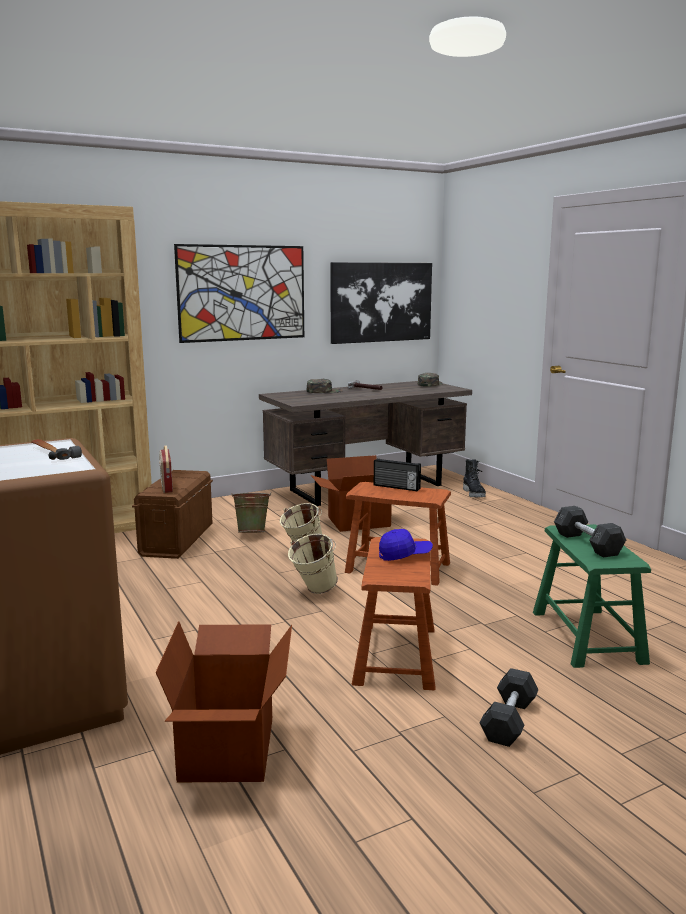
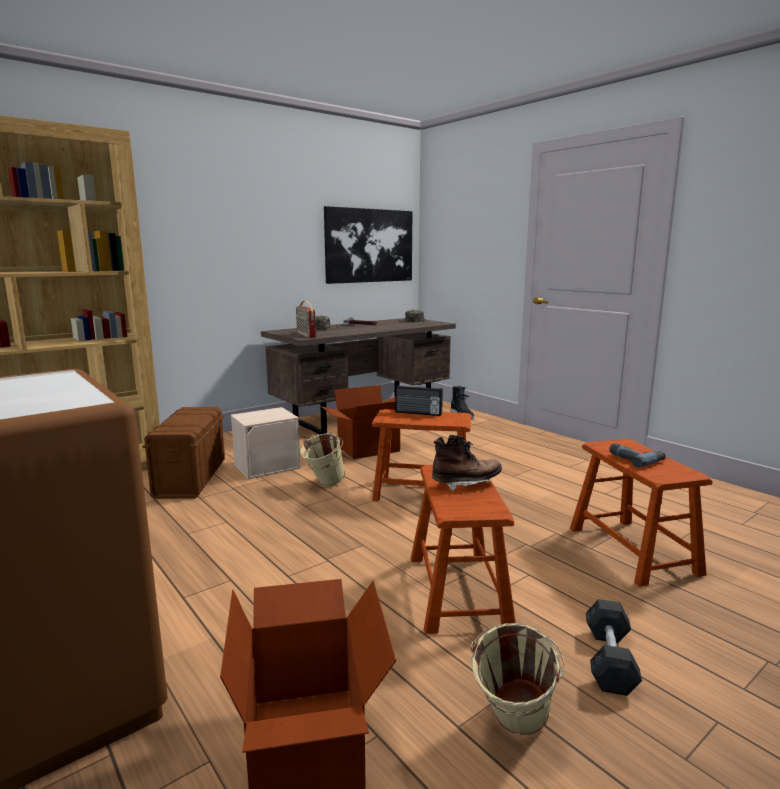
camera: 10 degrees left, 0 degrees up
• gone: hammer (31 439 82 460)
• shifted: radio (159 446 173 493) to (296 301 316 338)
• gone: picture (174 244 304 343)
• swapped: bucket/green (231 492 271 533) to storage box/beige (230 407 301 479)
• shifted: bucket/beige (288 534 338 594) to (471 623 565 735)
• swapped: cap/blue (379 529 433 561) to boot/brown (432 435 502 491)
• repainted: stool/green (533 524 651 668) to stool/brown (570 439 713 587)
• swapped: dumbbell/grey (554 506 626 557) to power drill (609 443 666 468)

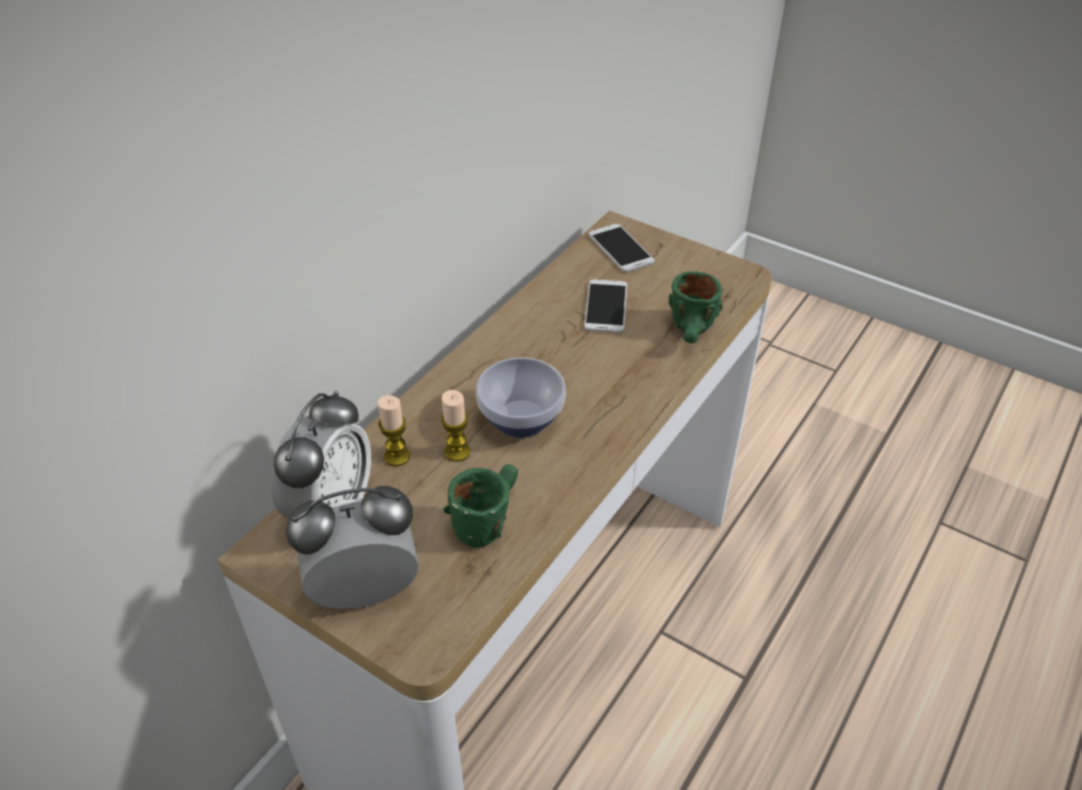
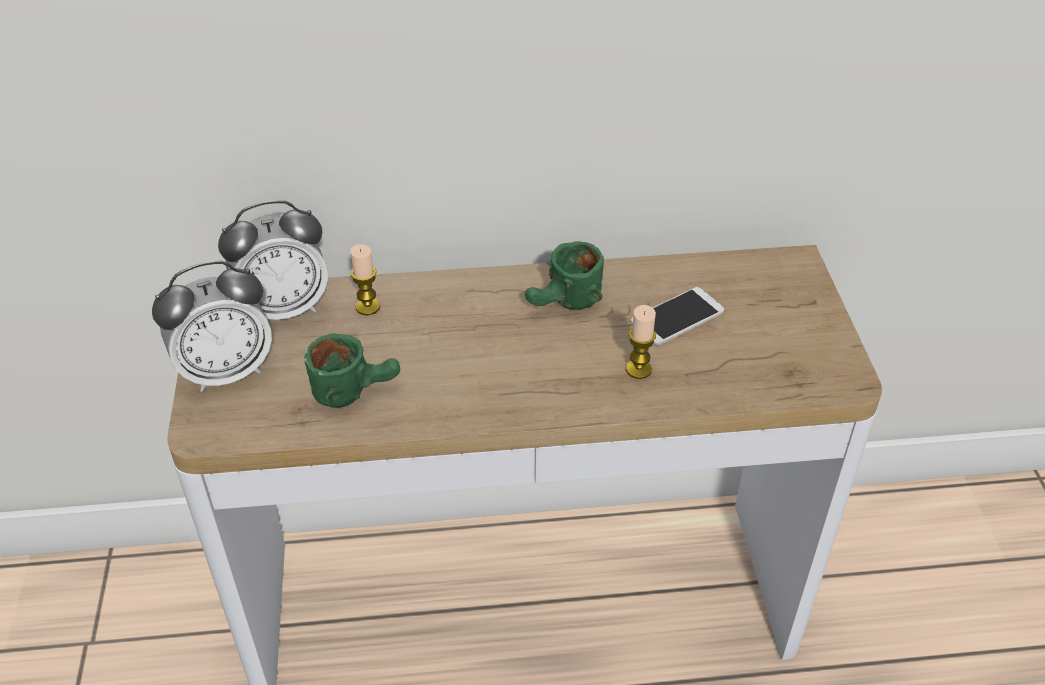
camera: 50 degrees right, 0 degrees up
• rotated: alarm clock (286 486 419 609) = (152 261 272 392) 120 degrees clockwise
• shifted: candle (441 390 470 462) to (626 305 656 379)
• gone: bowl (476 357 566 438)
• gone: phone (589 224 655 272)
• shifted: mug/green (669 271 723 343) to (525 241 604 310)

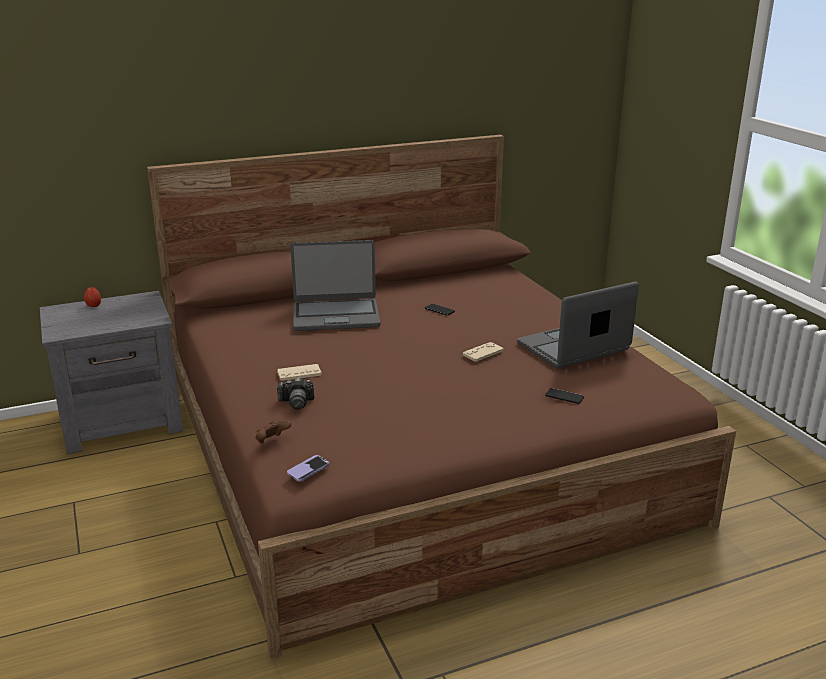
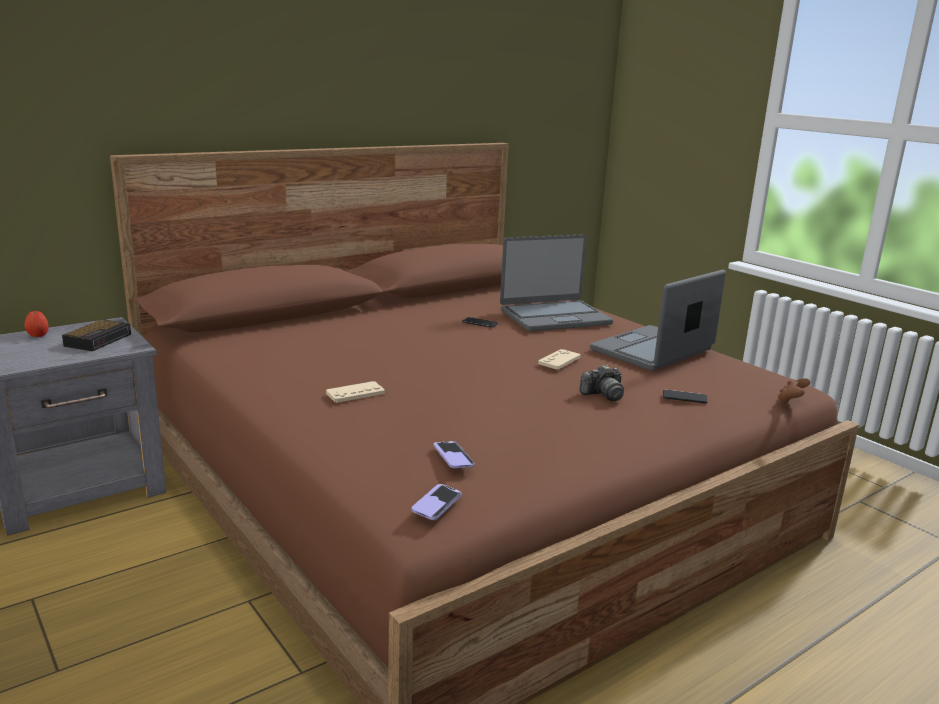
camera: 15 degrees left, 5 degrees down
• shifted: game controller/brown (256 420 291 443) to (778 378 810 404)
• shifted: photo camera (276 377 314 410) to (580 365 624 401)
• shifted: laptop (290 240 380 331) to (500 234 613 332)
• new: alarm clock (62 319 131 351)
• new: phone (433 441 475 468)

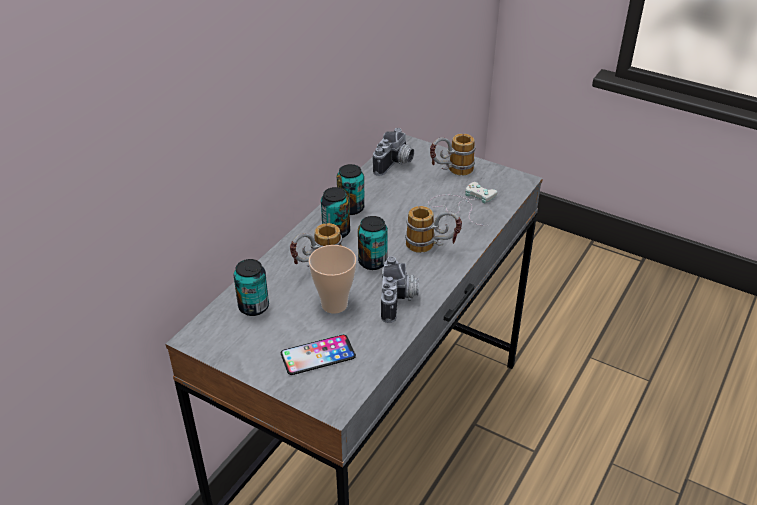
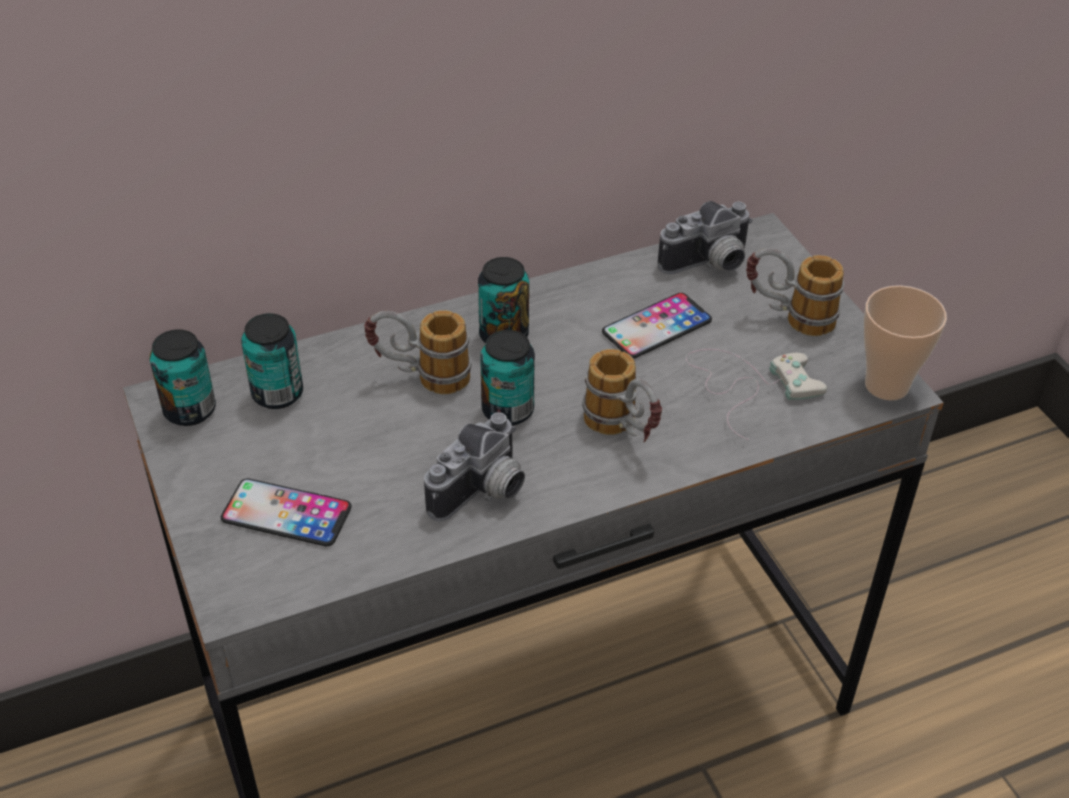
camera: 35 degrees right, 5 degrees up
• shifted: cup (309 245 357 314) to (864 285 947 400)
• shifted: can (337 164 365 215) to (149 329 216 426)
• new: phone (602 293 712 359)

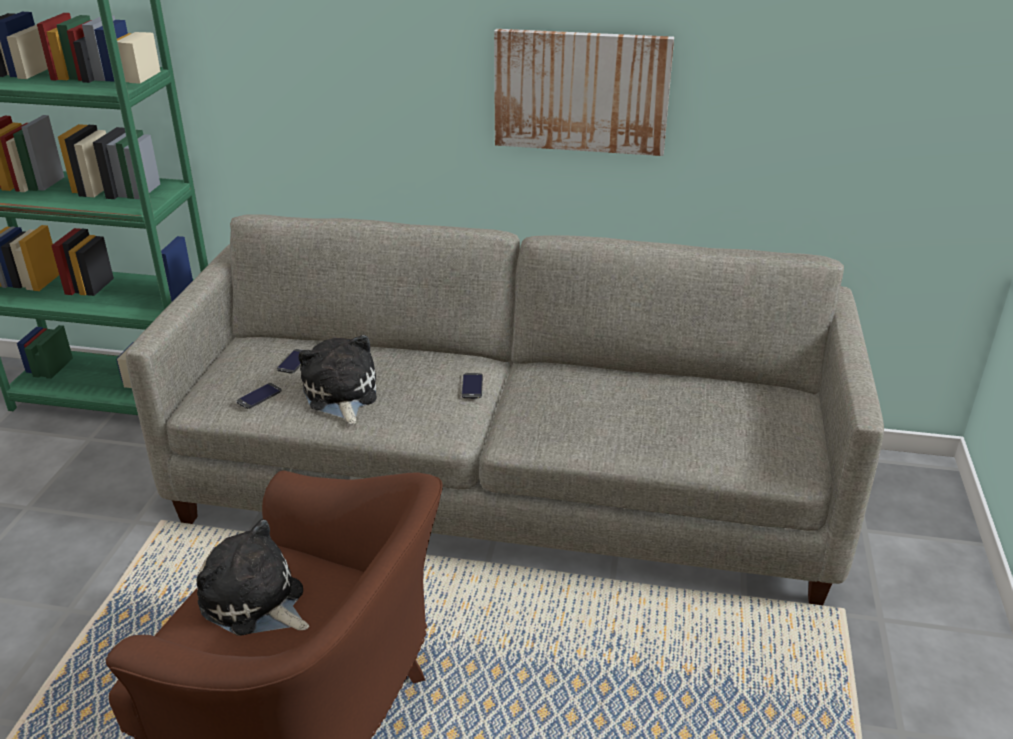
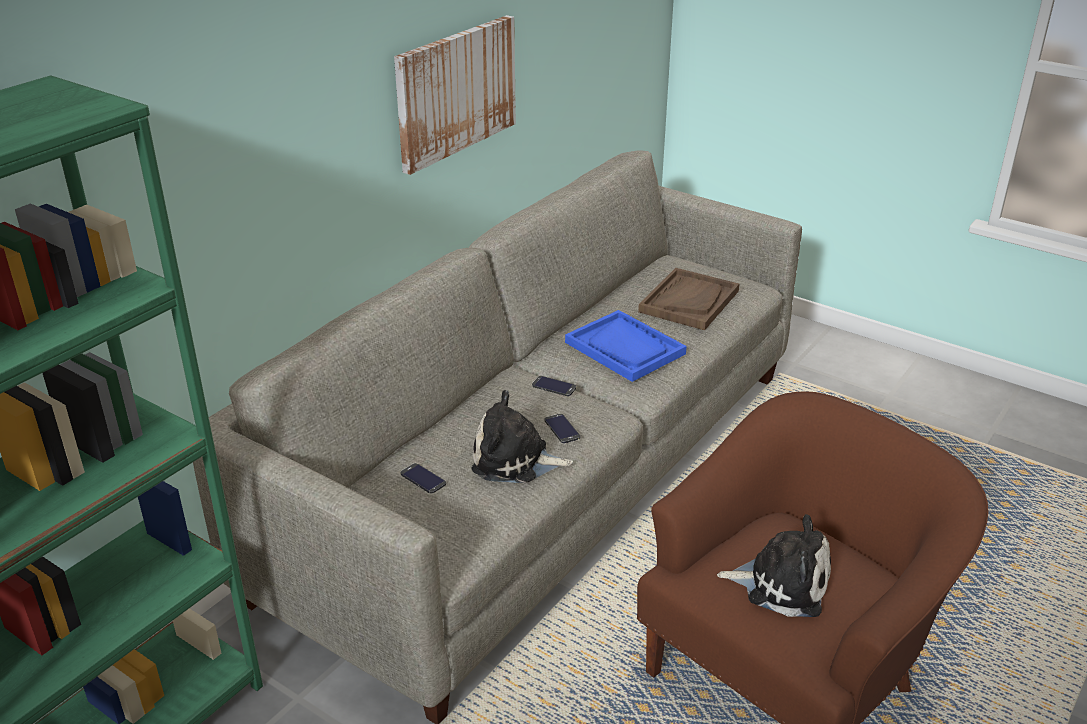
camera: 65 degrees left, 0 degrees up
• rotated: plush toy (197 519 309 636) = (717 514 831 617) 135 degrees counterclockwise
• shifted: phone (237 383 282 409) to (544 414 580 443)
• new: tray/blue (565 310 687 382)
• new: tray/brown (638 268 739 330)

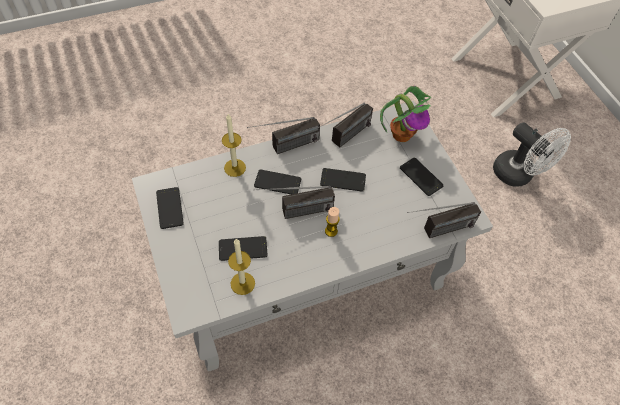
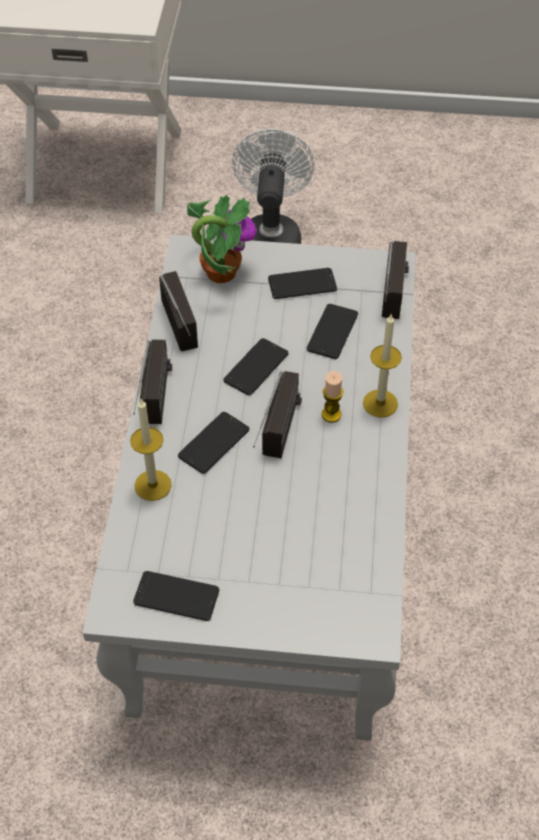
camera: 60 degrees left, 5 degrees down
• shifted: phone (219 236 268 261) to (306 304 358 359)
• shifted: candle (228 239 255 295) to (363 313 402 417)
• rotated: fan/white (493 122 571 187) = (232 128 314 244) 75 degrees counterclockwise

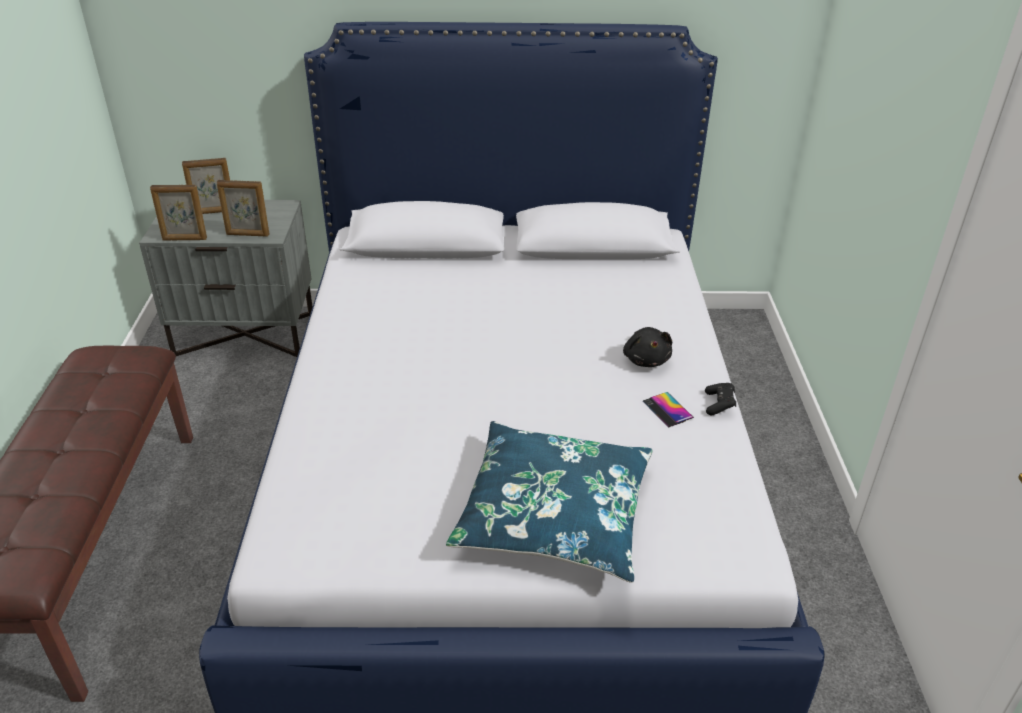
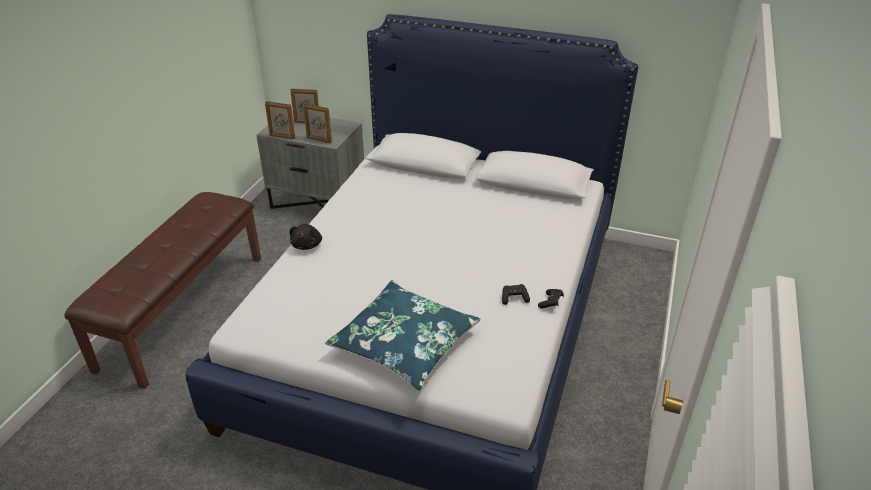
camera: 20 degrees right, 0 degrees up
• shifted: plush toy/black (623 327 672 367) to (290 224 322 250)
• swapped: phone (643 392 694 427) to game controller/black (502 284 530 305)

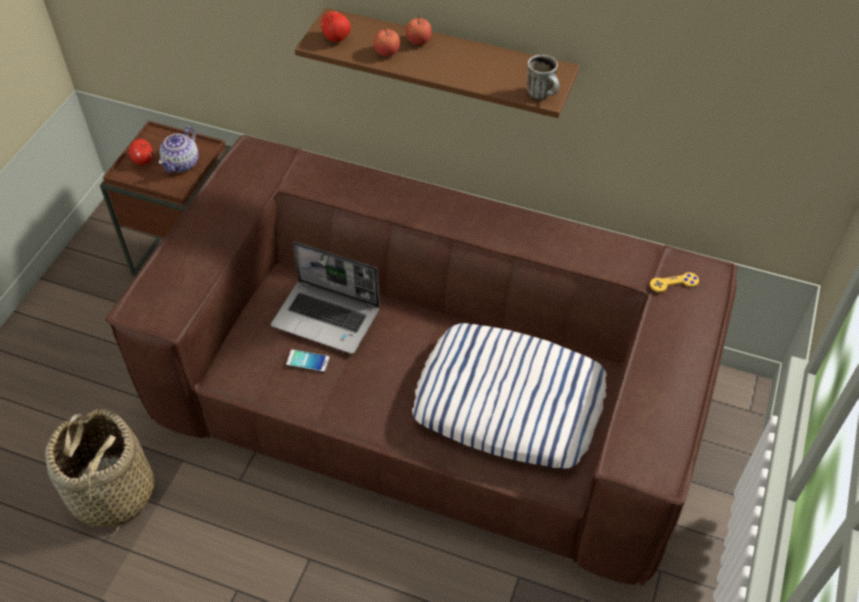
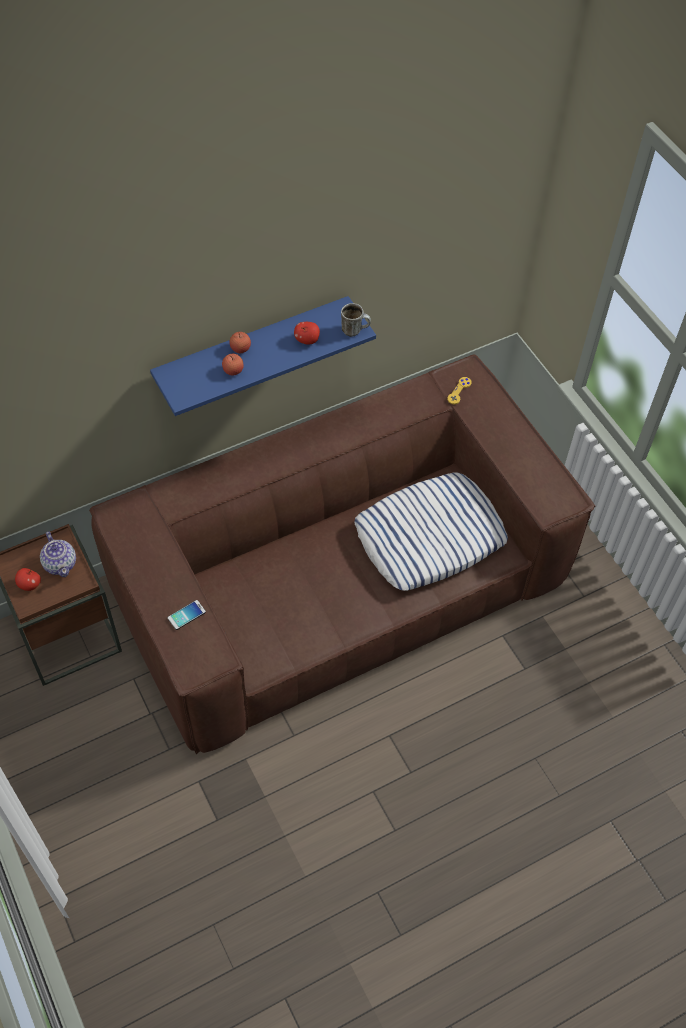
camera: 50 degrees left, 5 degrees up
• gone: basket (45 409 154 537)
• gone: laptop (271 241 380 354)
• shifted: phone (286 349 330 372) to (168 600 206 630)
• repainted: shelf/brown (295 8 580 118) to shelf/blue (150 296 376 416)
• shifted: apple (321 11 351 42) to (294 322 320 345)

